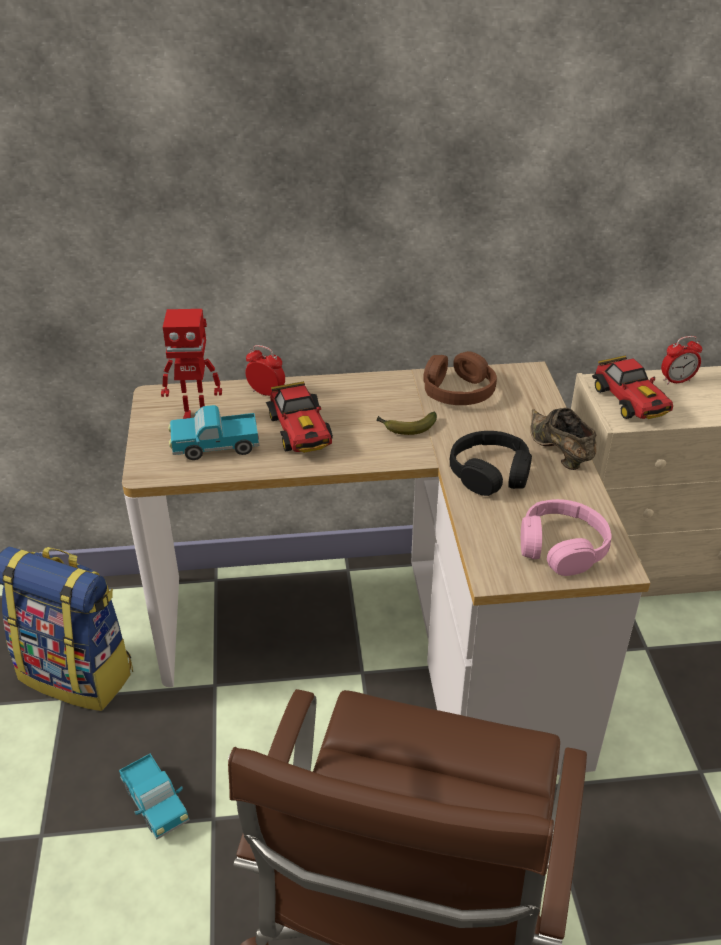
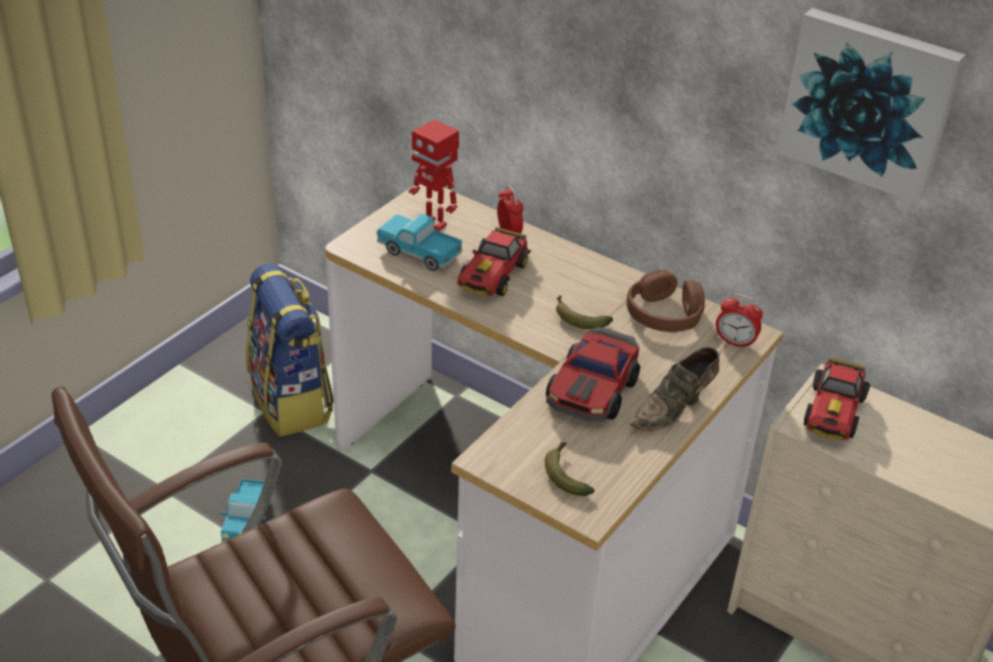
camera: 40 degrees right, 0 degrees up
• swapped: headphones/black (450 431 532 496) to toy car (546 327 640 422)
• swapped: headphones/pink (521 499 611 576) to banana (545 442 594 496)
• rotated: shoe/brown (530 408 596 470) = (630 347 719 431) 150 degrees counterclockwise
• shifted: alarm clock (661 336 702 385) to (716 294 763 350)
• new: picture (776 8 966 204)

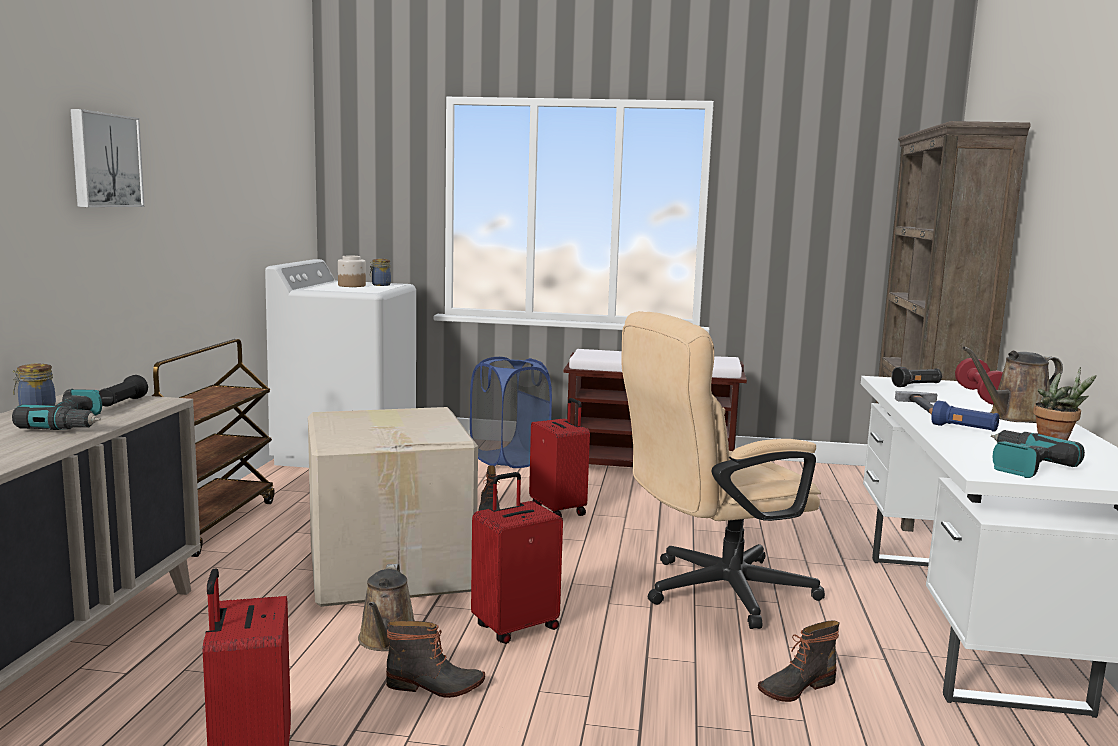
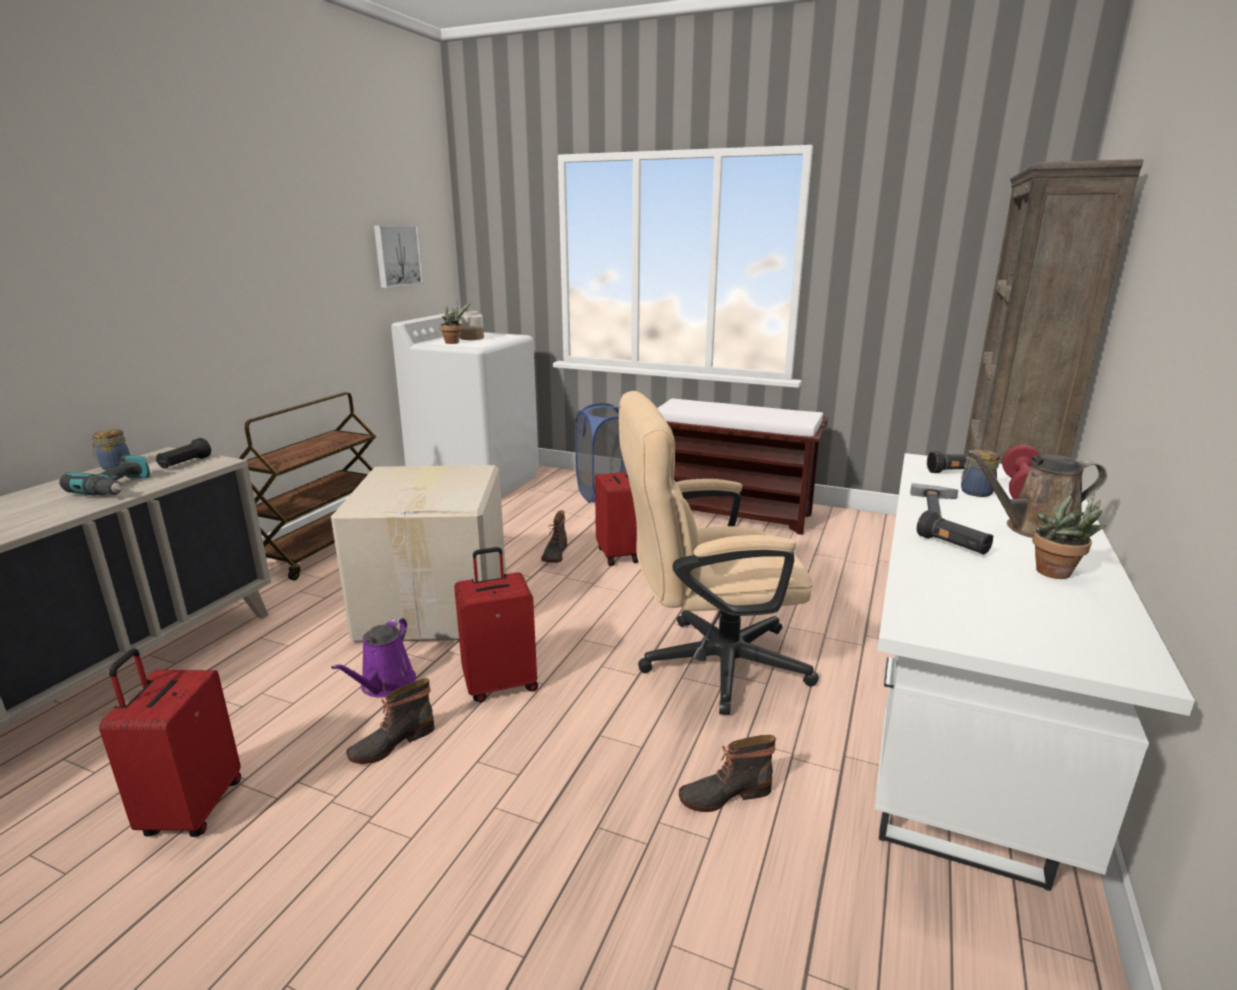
camera: 15 degrees right, 10 degrees up
• shifted: picture (70 109 144 207) to (374 225 423 288)
• repainted: watering can/brown (358 564 415 651) to watering can/purple (331 617 416 698)
• shifted: jar (370 259 391 286) to (961 450 1000 497)
• rotated: boot (386 621 485 698) = (346 678 434 764) 120 degrees clockwise
• repainted: flashlight/blue (932 400 999 432) to flashlight/black (917 510 994 555)
• gone: power drill (991 430 1085 478)
• new: potted plant (440 302 471 344)

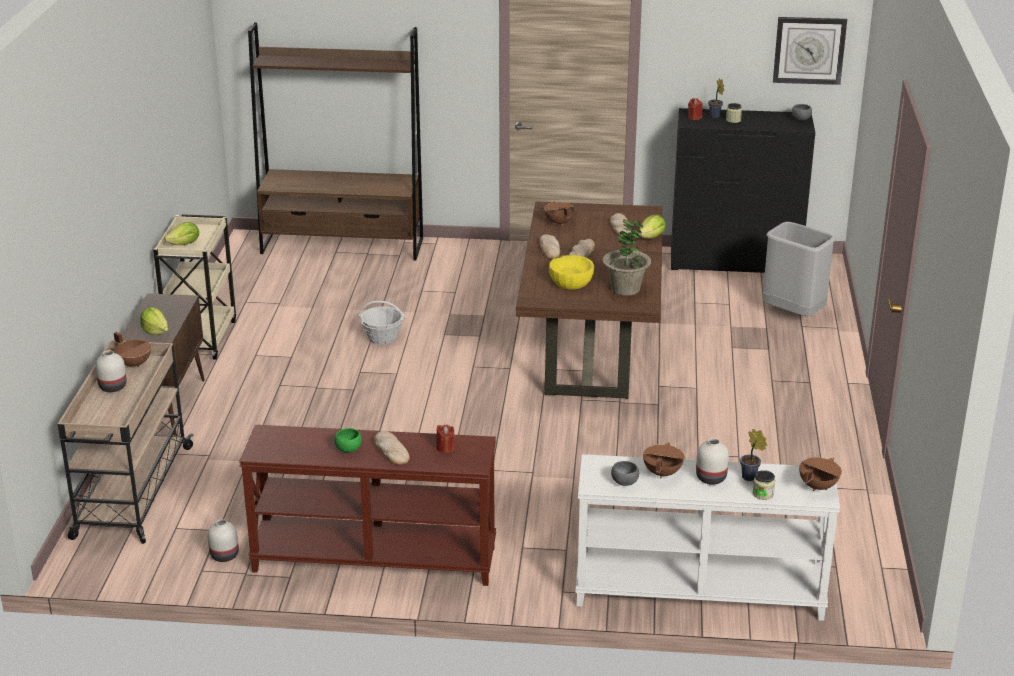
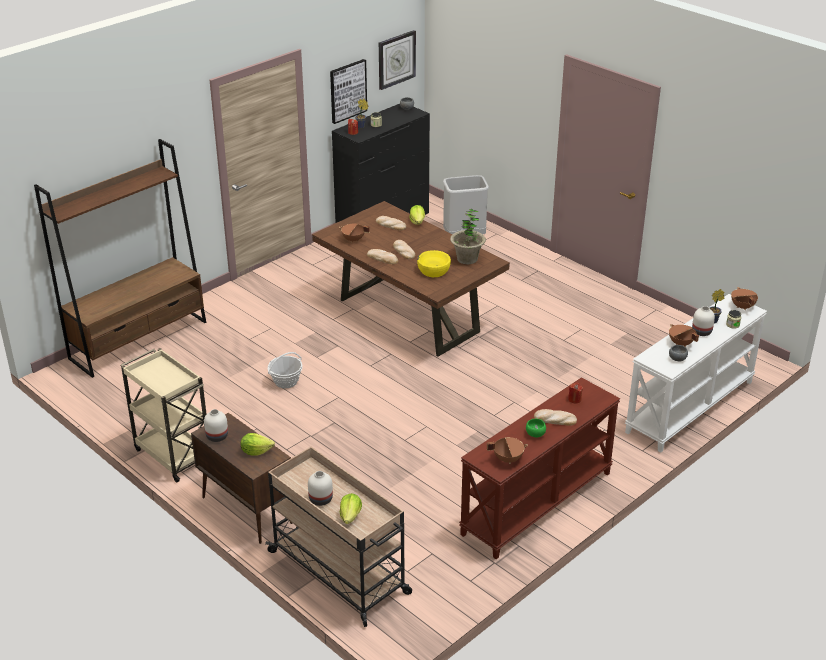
camera: 50 degrees left, 5 degrees up
• shifted: cooking pot/brown (114 332 151 368) to (487 437 528 464)
• shifted: lettuce (164 222 199 245) to (340 493 362 524)
• shifted: vase/white (208 519 239 562) to (204 409 228 442)
• new: picture (330 59 367 124)

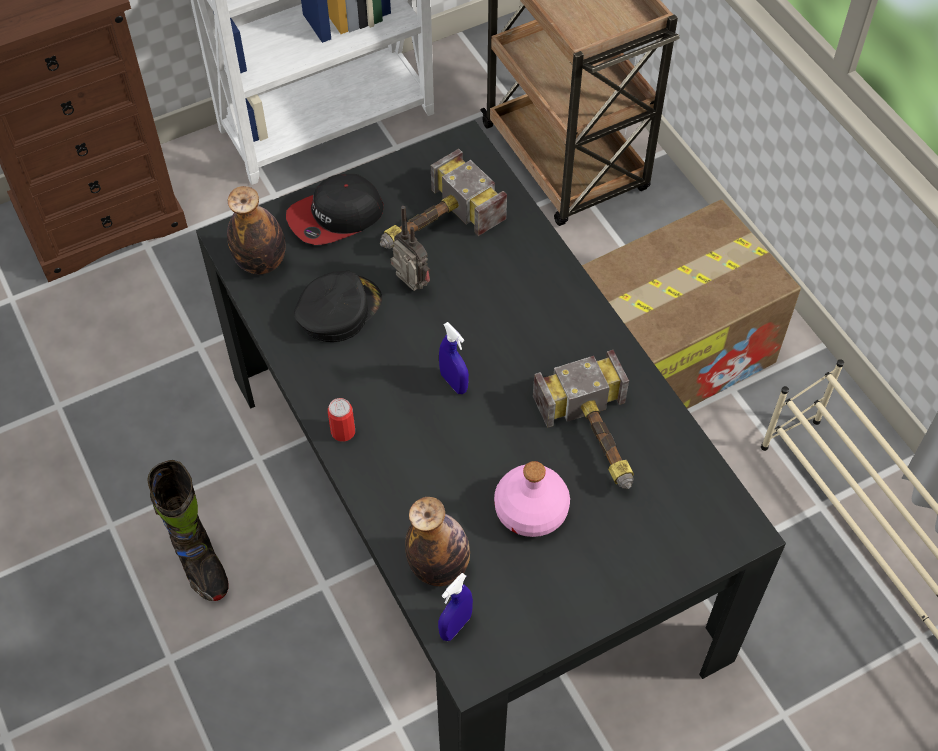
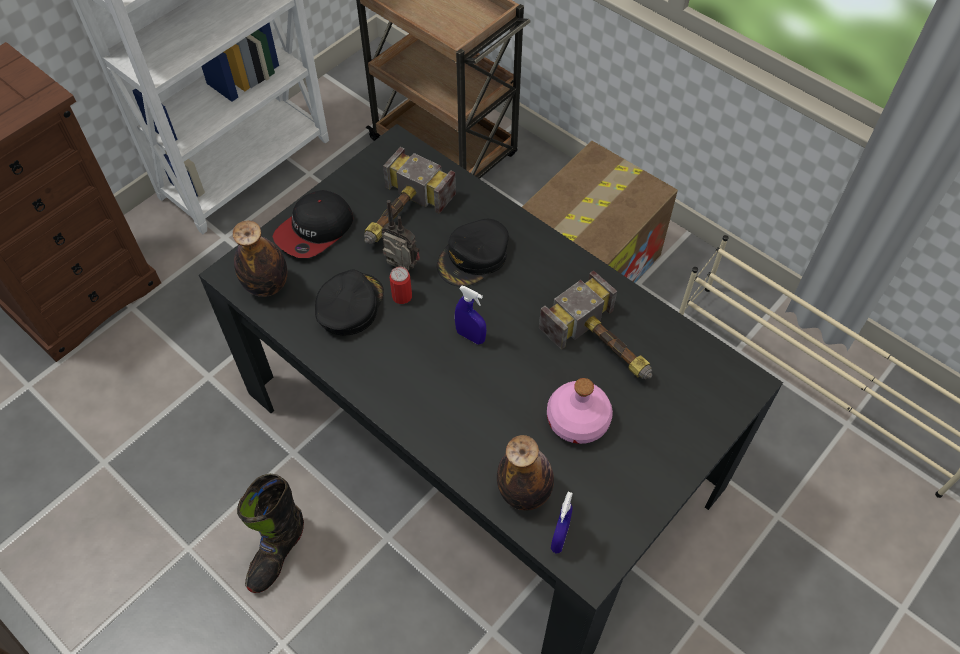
camera: 20 degrees left, 0 degrees up
• rotated: boot/black (147 460 229 601) = (237 474 304 593) 75 degrees clockwise
• shifted: can (328 398 355 442) to (390 267 412 304)
• new: cap/black (437 219 509 287)

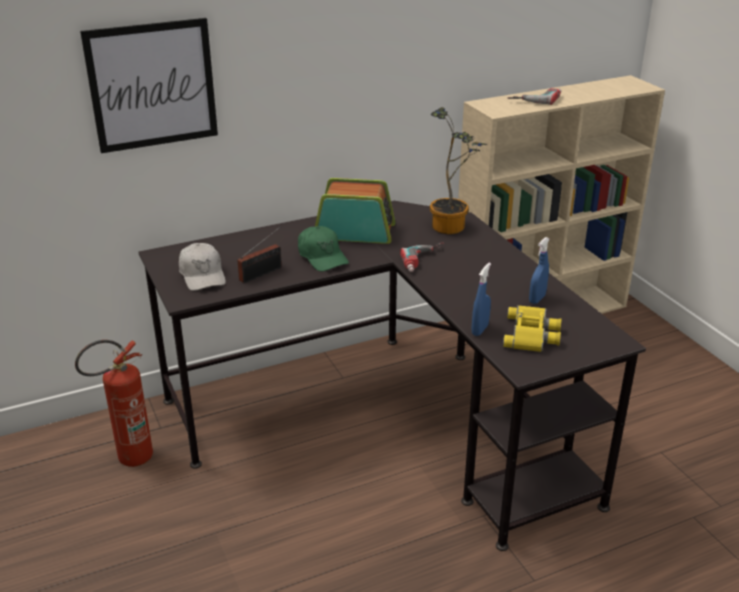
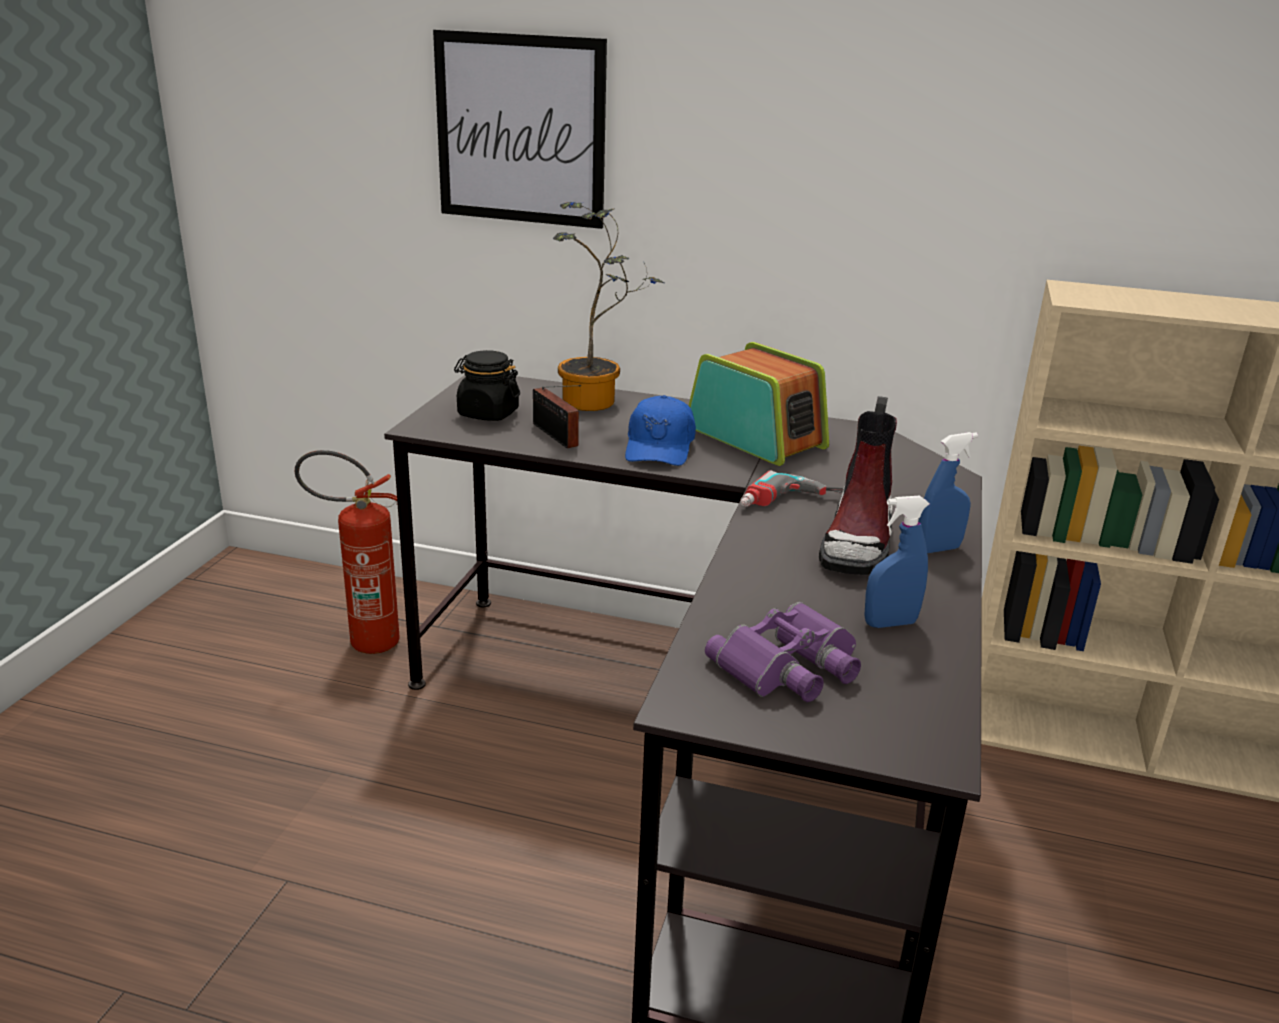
camera: 40 degrees right, 5 degrees down
• swapped: cap/white (179 243 226 291) to jar/black (454 350 520 421)
• rotated: radio (237 226 282 283) = (533 385 581 448) 60 degrees clockwise
• repainted: cap/green (298 226 349 272) to cap/blue (625 395 696 466)
• shifted: potted plant (430 107 488 234) to (553 202 664 411)
• shifted: spray bottle/blue (472 263 491 336) to (919 432 978 553)
• repainted: binoculars/yellow (503 305 561 352) to binoculars/purple (705 602 861 702)
• gone: power drill (508 88 561 105)
• new: boot (819 396 897 575)

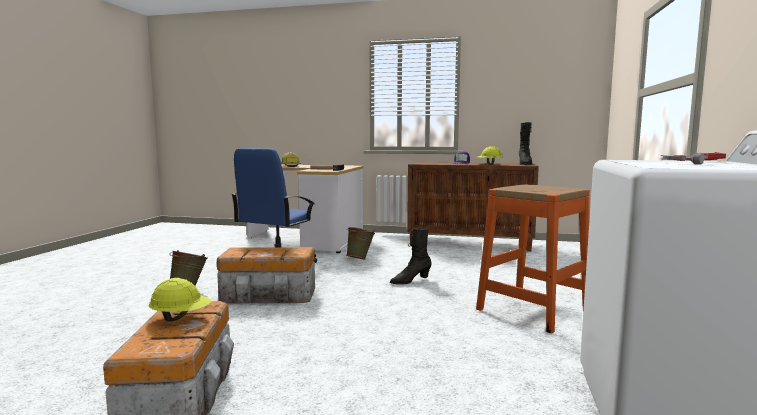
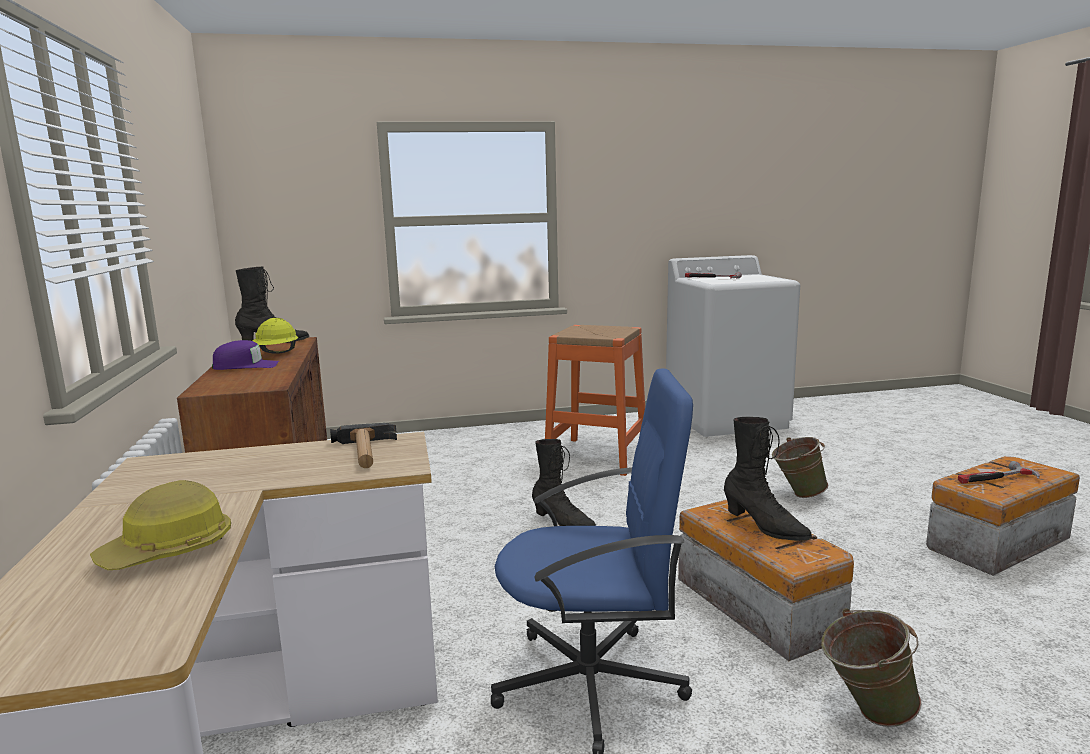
camera: 115 degrees left, 5 degrees up
• swapped: hard hat/yellow (148 278 211 321) to hammer (958 461 1040 484)
• shifted: bucket/green (346 227 375 259) to (772 437 828 498)
• new: boot/black (724 417 812 541)

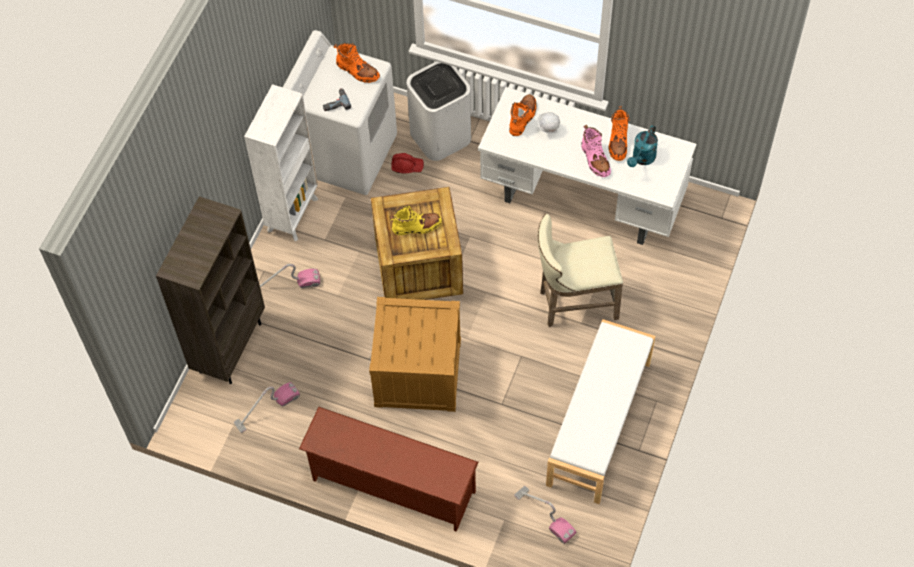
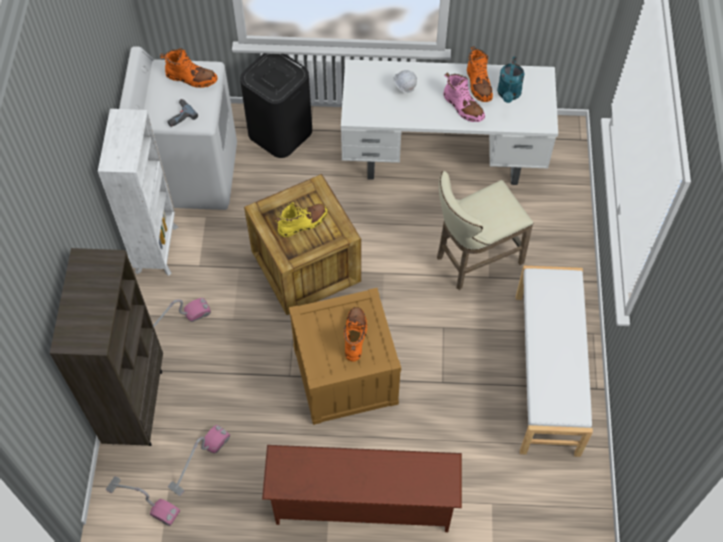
camera: 20 degrees left, 0 degrees up
• gone: hard hat/red (392 153 424 174)
• repainted: trash can/white (406 61 471 161) to trash can/black (240 53 312 158)
• shifted: boot/orange (509 94 537 136) to (344 307 367 362)
• shifted: vacuum cleaner (514 486 576 544) to (106 476 180 526)

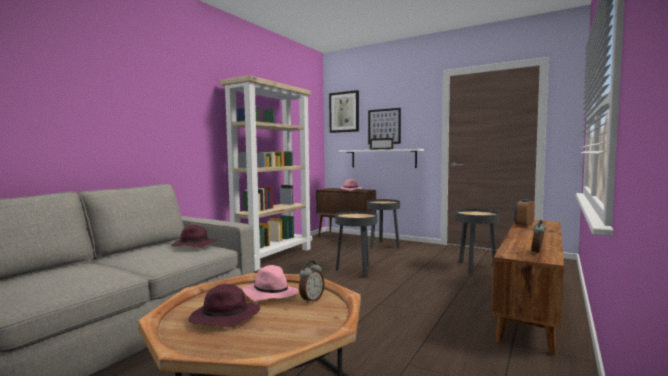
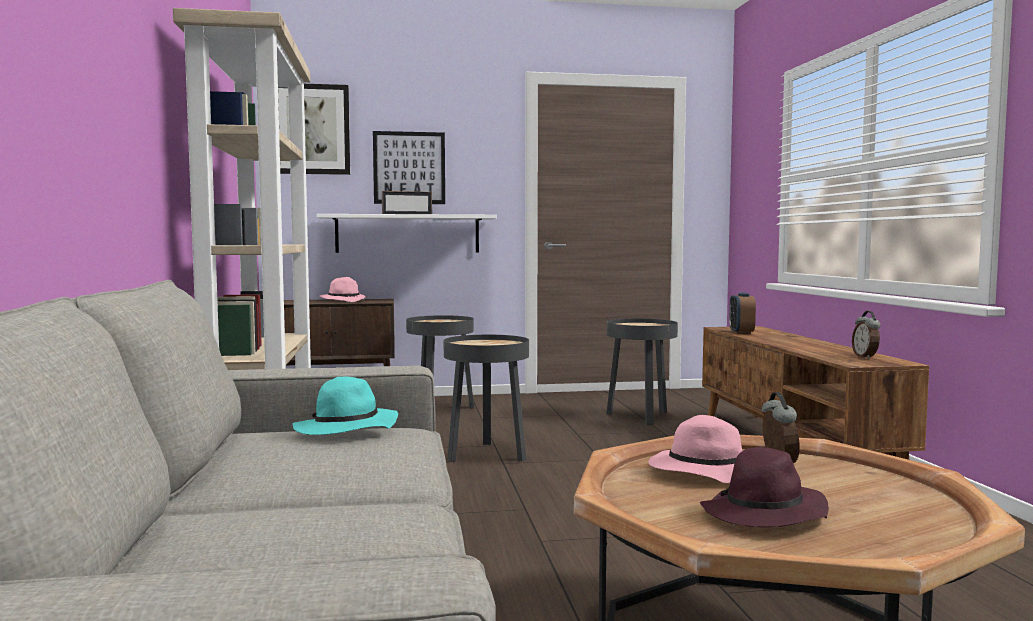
camera: 40 degrees left, 0 degrees up
• repainted: hat/purple (171 225 217 248) to hat/turquoise (293 376 398 435)

